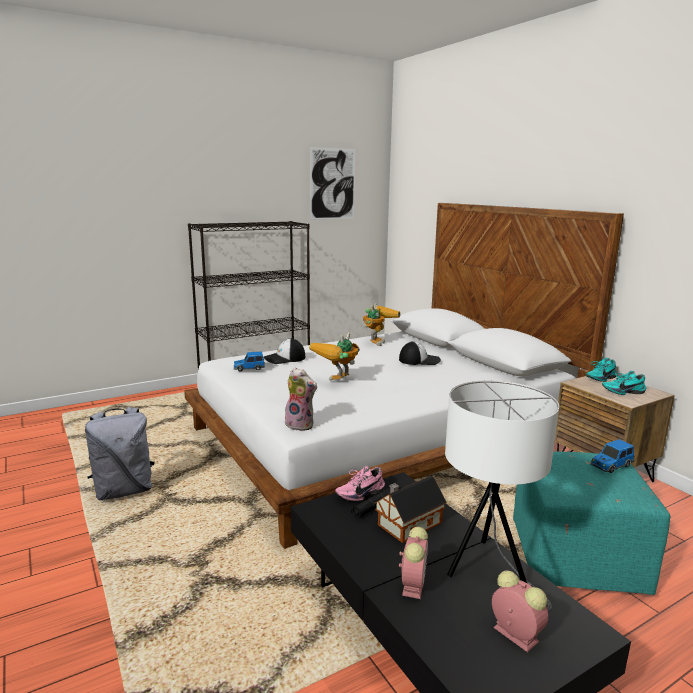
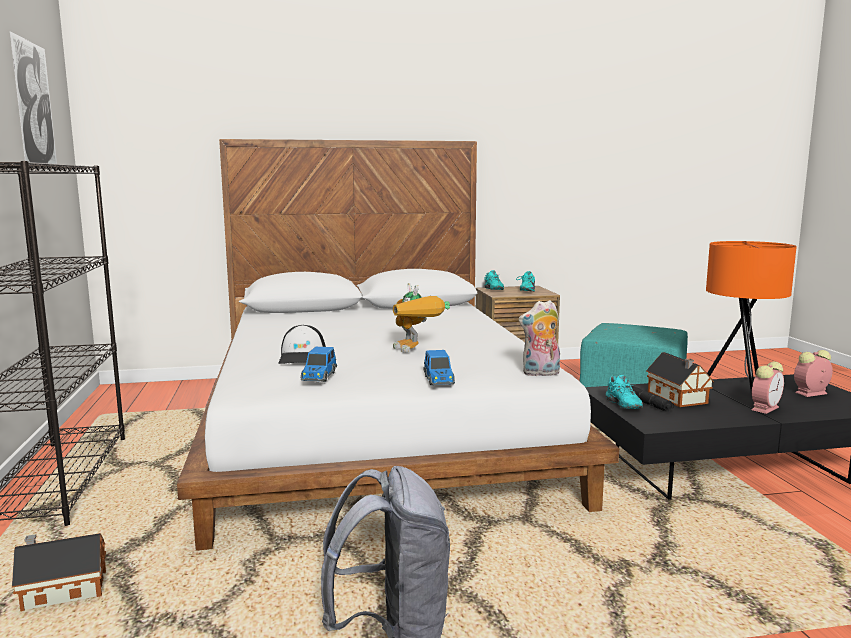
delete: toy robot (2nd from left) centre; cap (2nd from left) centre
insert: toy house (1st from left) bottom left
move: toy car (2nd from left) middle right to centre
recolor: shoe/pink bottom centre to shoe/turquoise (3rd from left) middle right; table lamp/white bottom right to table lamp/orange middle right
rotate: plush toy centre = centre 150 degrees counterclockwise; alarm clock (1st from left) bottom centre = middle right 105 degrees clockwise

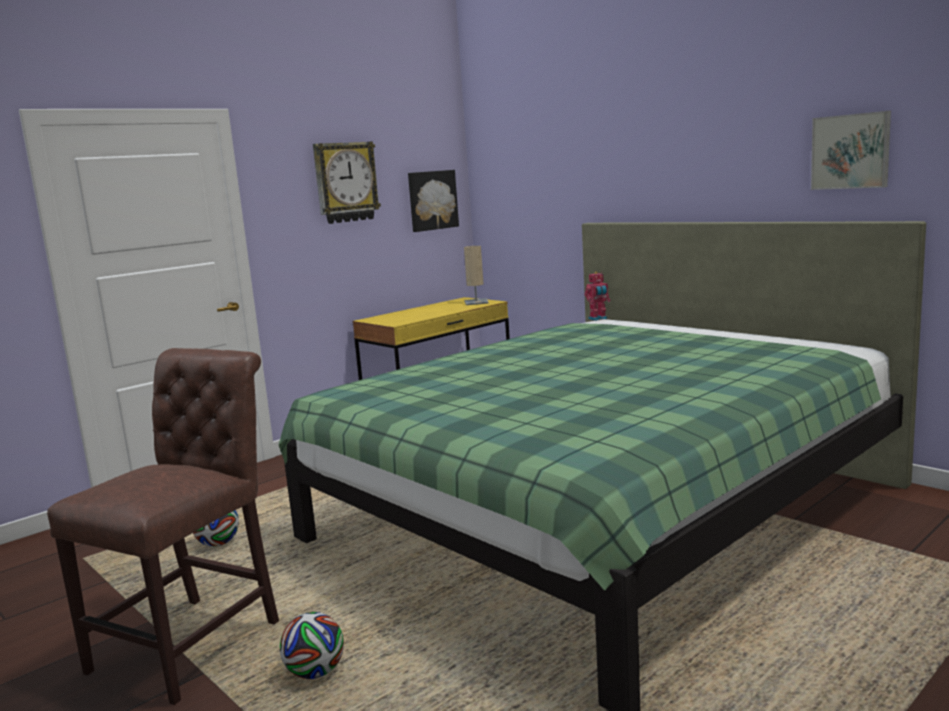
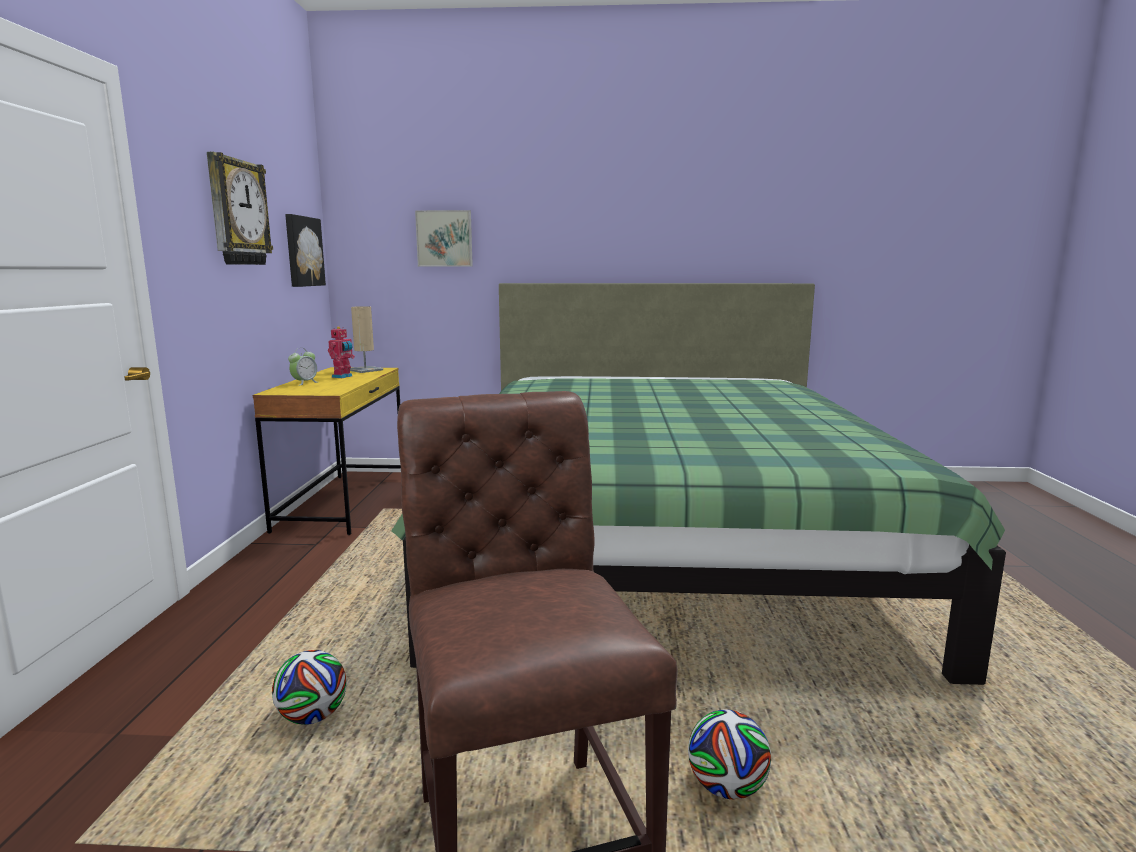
insert: alarm clock middle left
move: toy robot centre to middle left; picture (2nd from left) top right to top centre

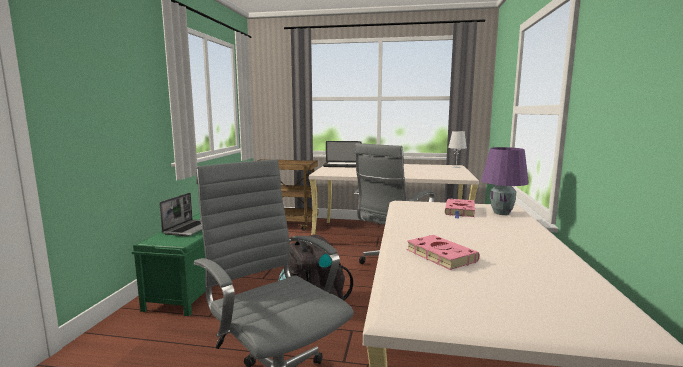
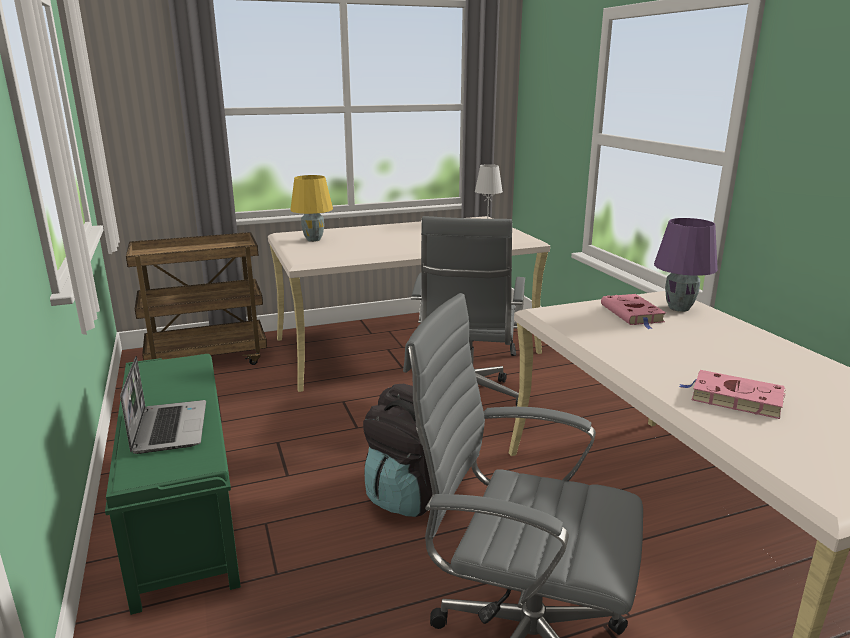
replace: laptop (2nd from left) centre to table lamp/yellow top centre

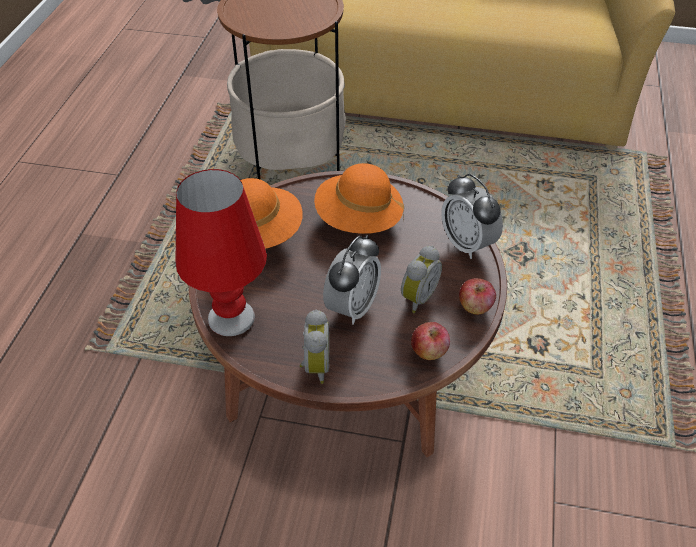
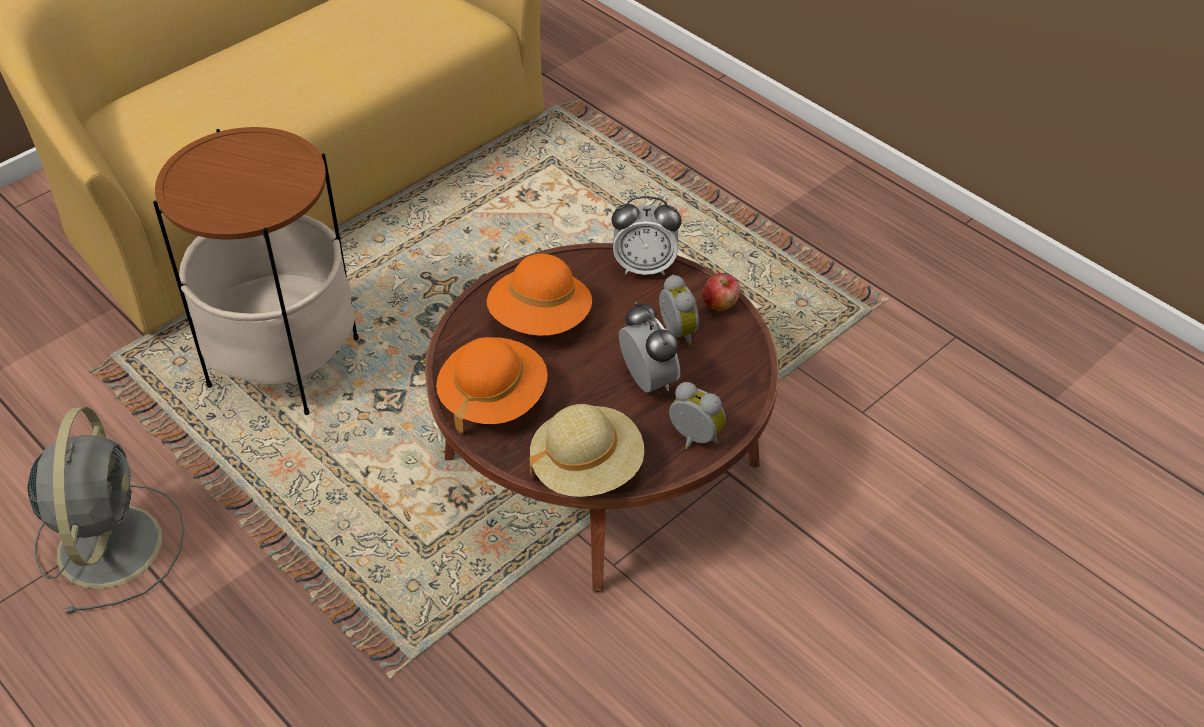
delete: apple (1st from left) centre
insert: fan/grey bottom left
replace: table lamp/red middle left to hat/beige centre

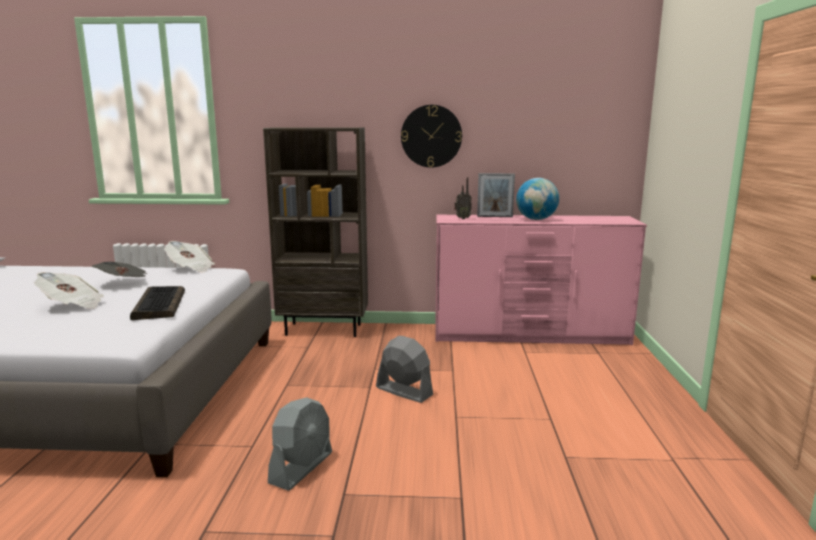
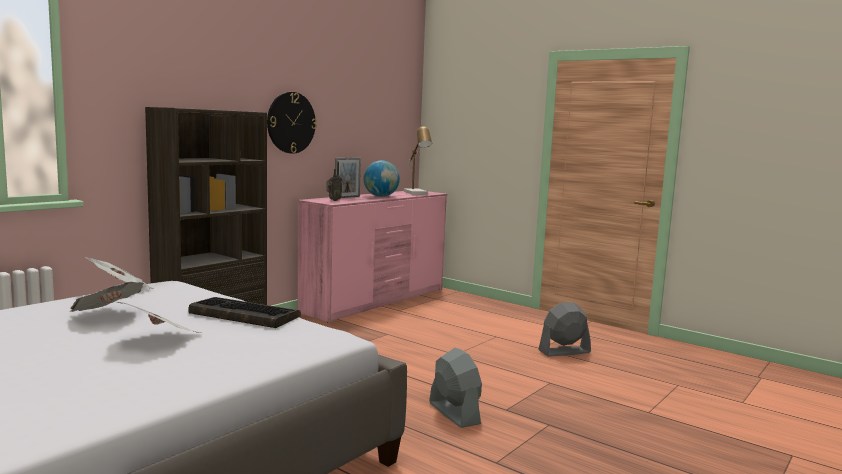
insert: table lamp centre
move: fan/grey (2nd from left) bottom centre to bottom right

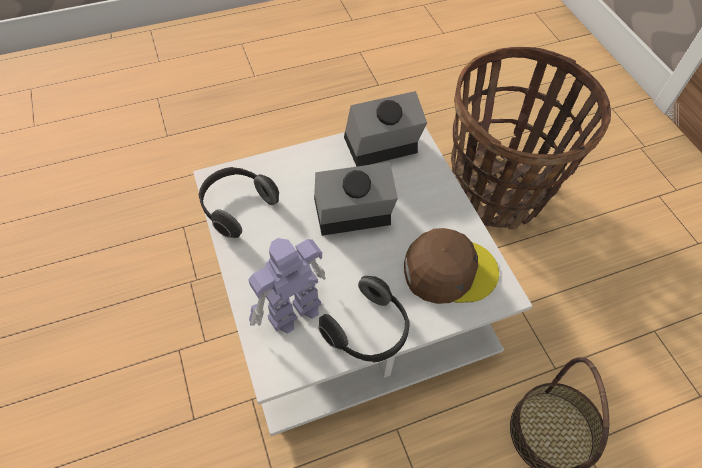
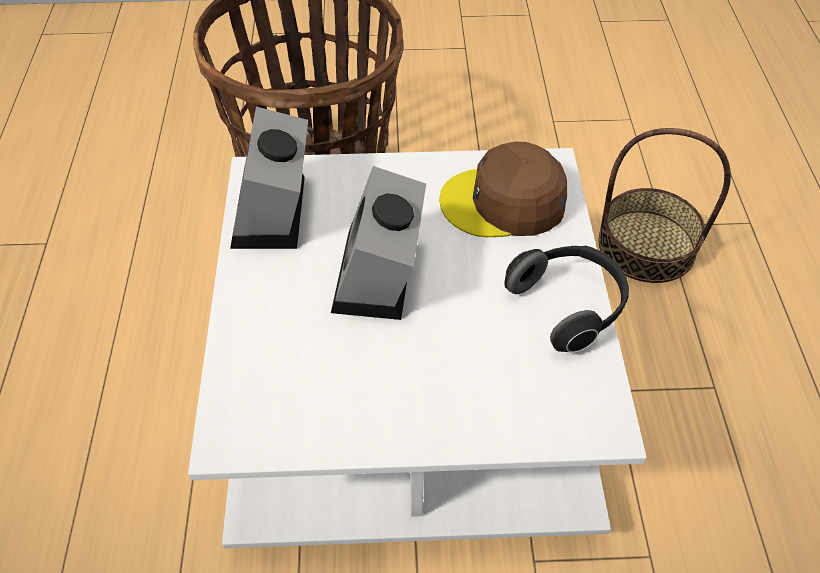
delete: headphones (1st from left) centre; toy robot centre
rotate: cap/brown centre = top centre 105 degrees counterclockwise

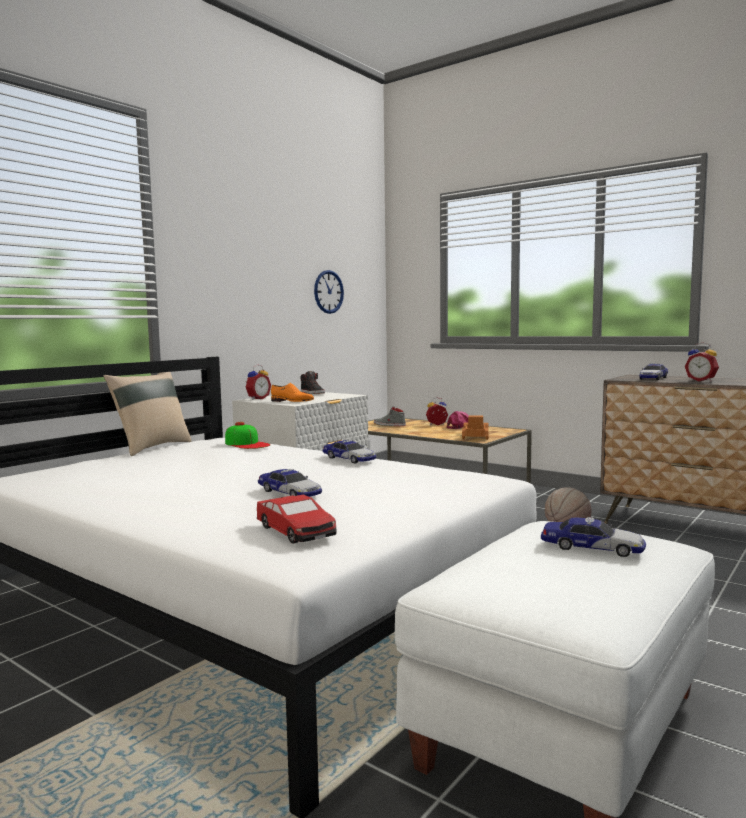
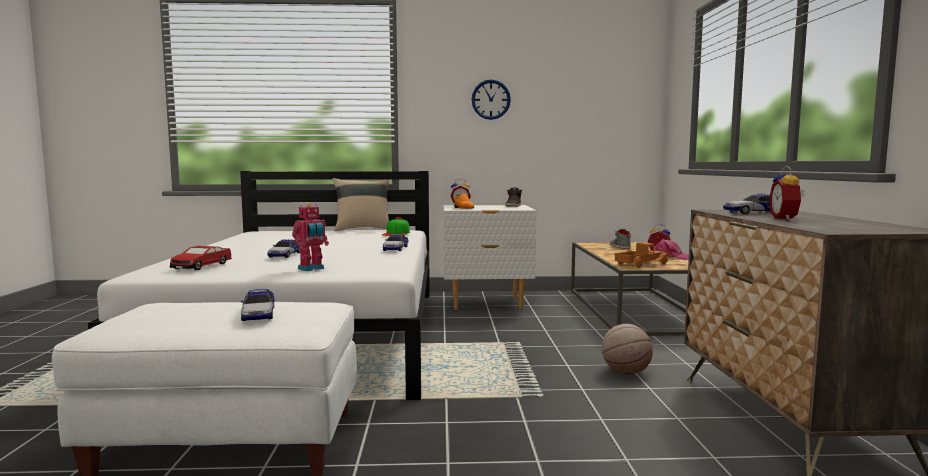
insert: toy robot centre
move: wall clock centre to top centre

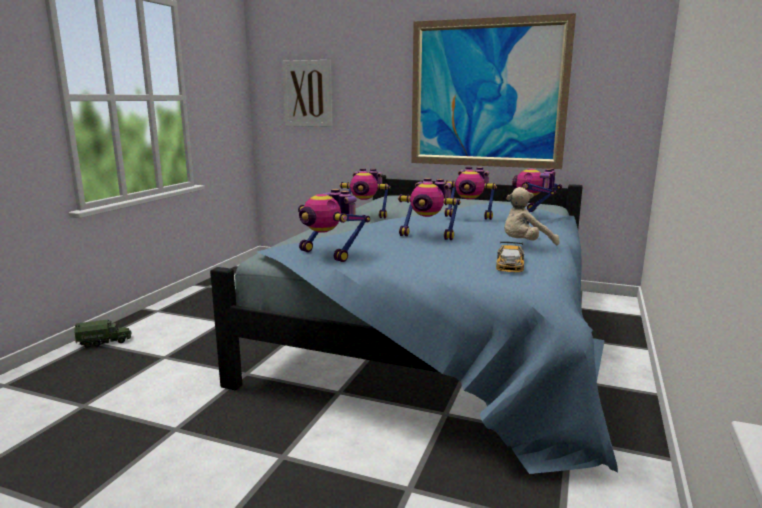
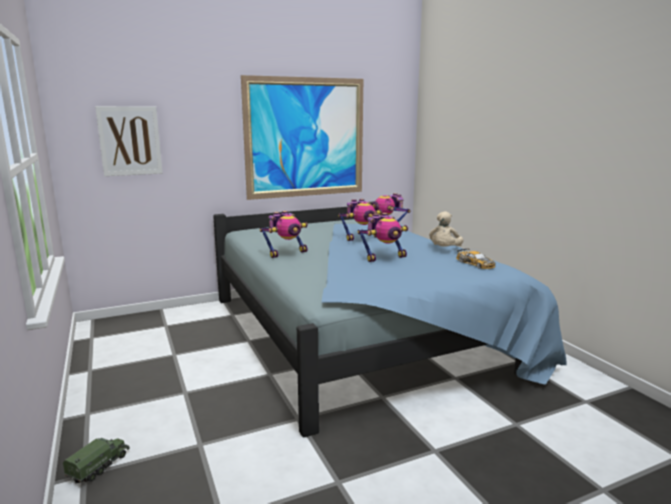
delete: toy robot (1st from left) centre

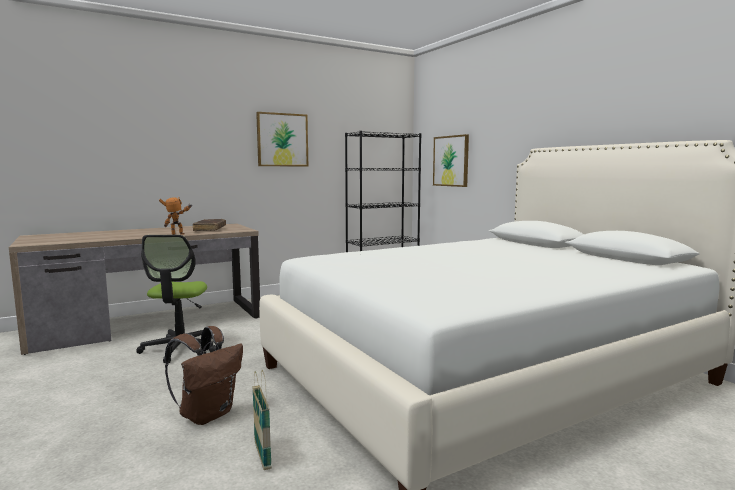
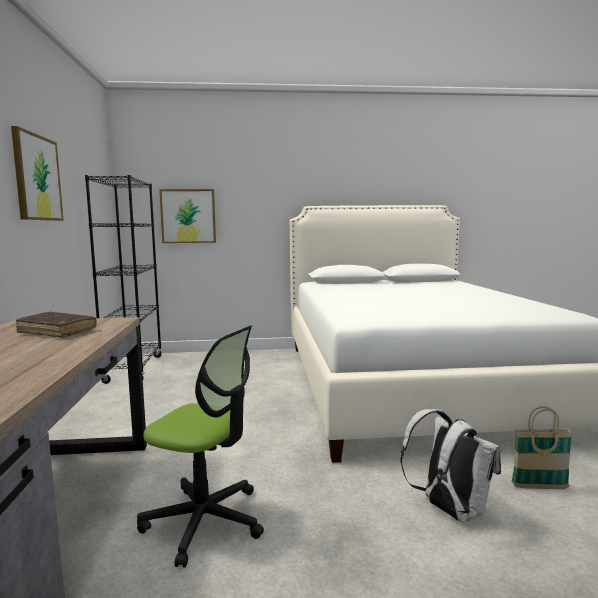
delete: toy robot middle left
recolor: backpack/brown bottom left to backpack/white bottom right

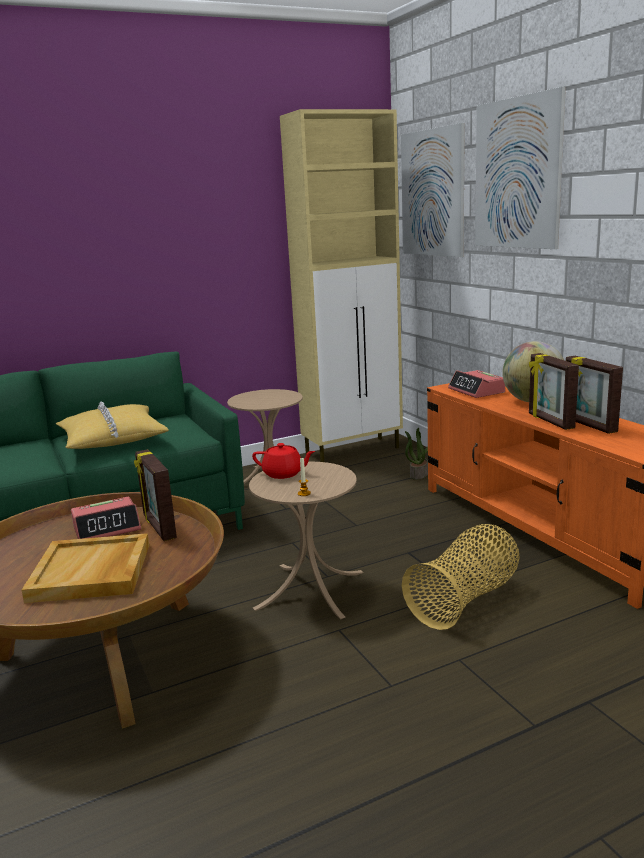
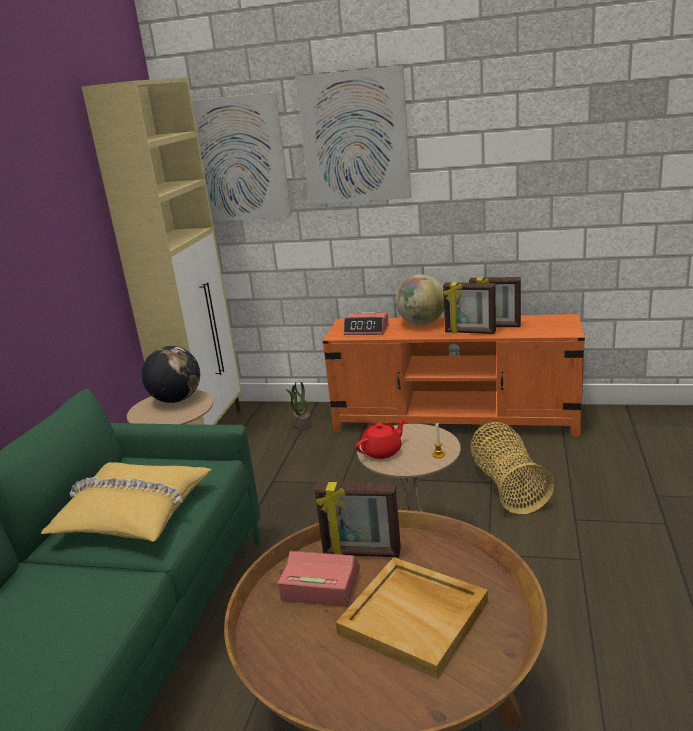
insert: globe (1st from left) middle left
rotate: alarm clock (1st from left) middle left = bottom centre 90 degrees counterclockwise

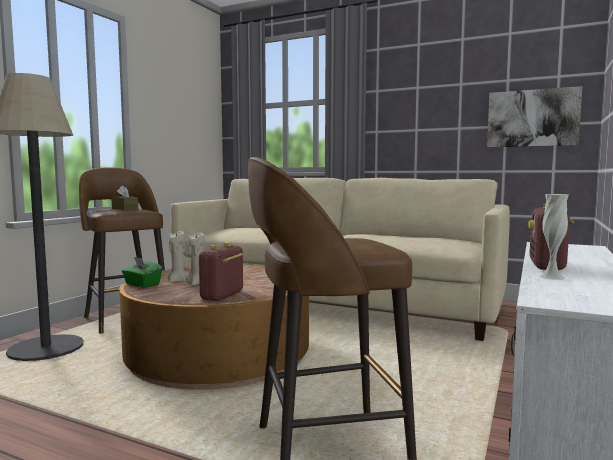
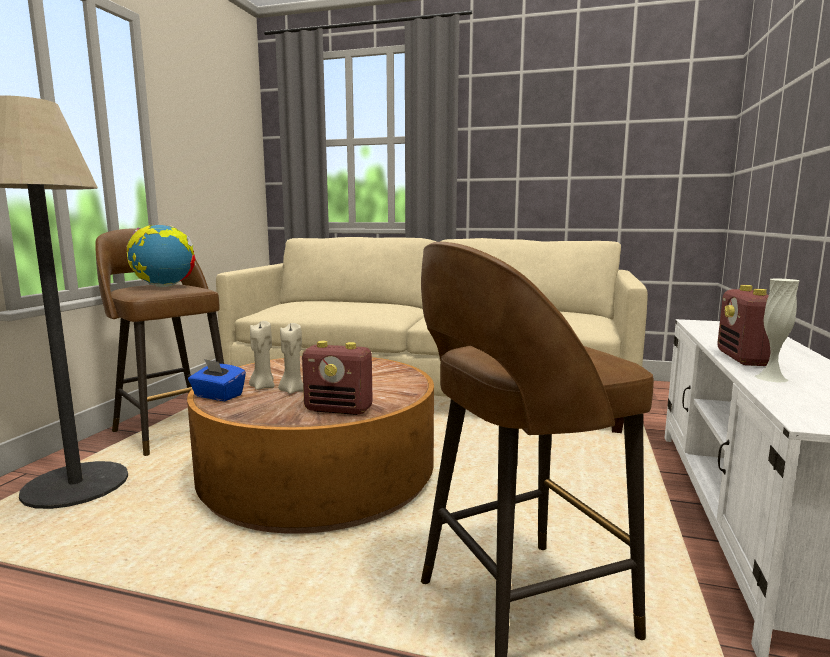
delete: picture top right
replace: tissue box/brown middle left to globe middle left
recolor: tissue box/green middle left to tissue box/blue middle left
rotate: radio (1st from left) centre = centre 90 degrees counterclockwise

